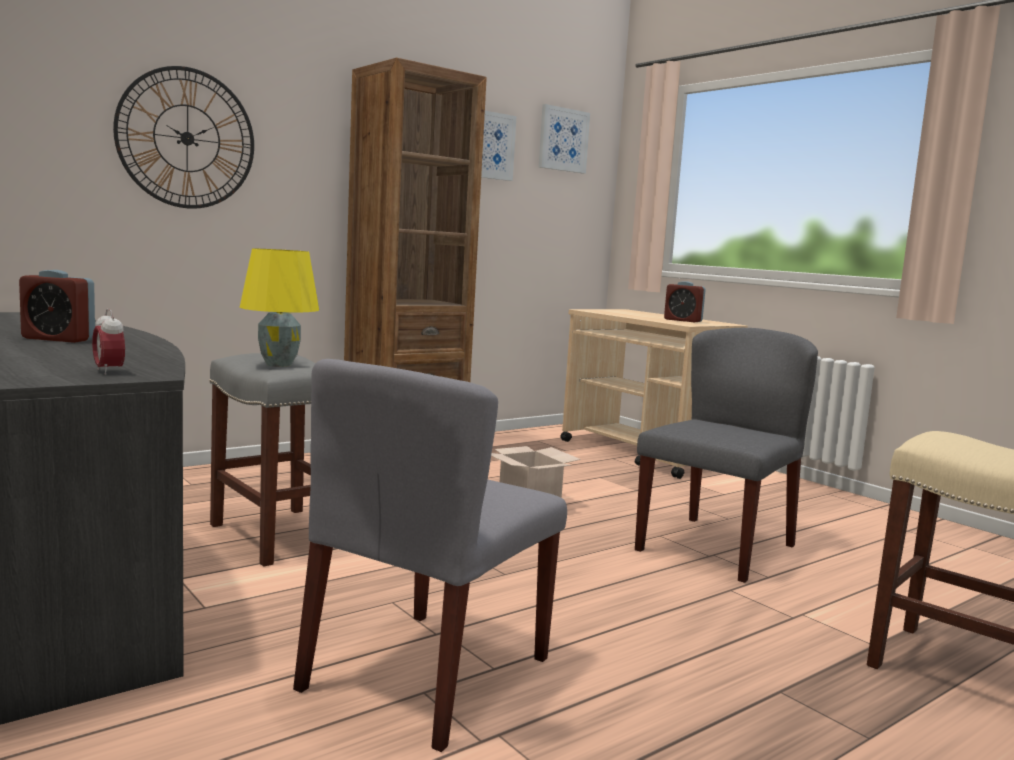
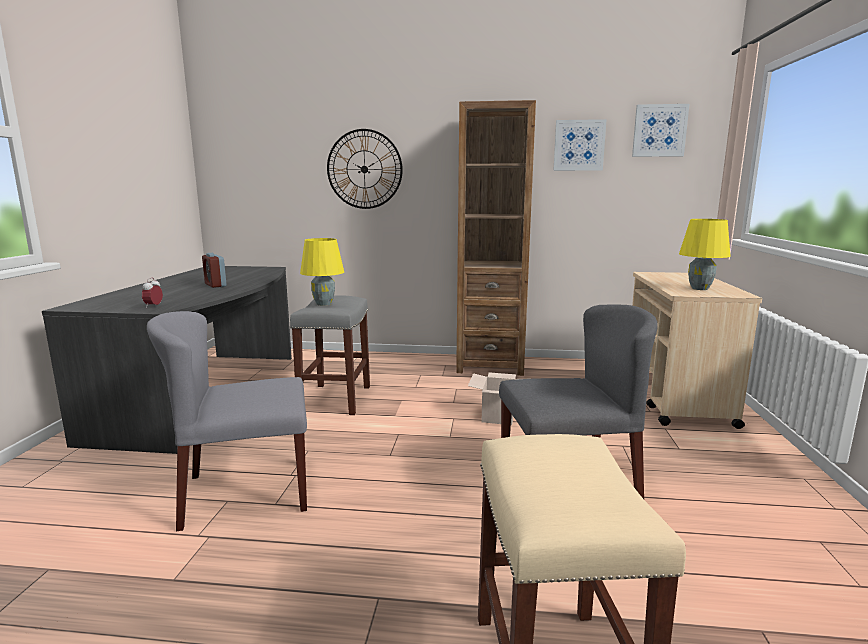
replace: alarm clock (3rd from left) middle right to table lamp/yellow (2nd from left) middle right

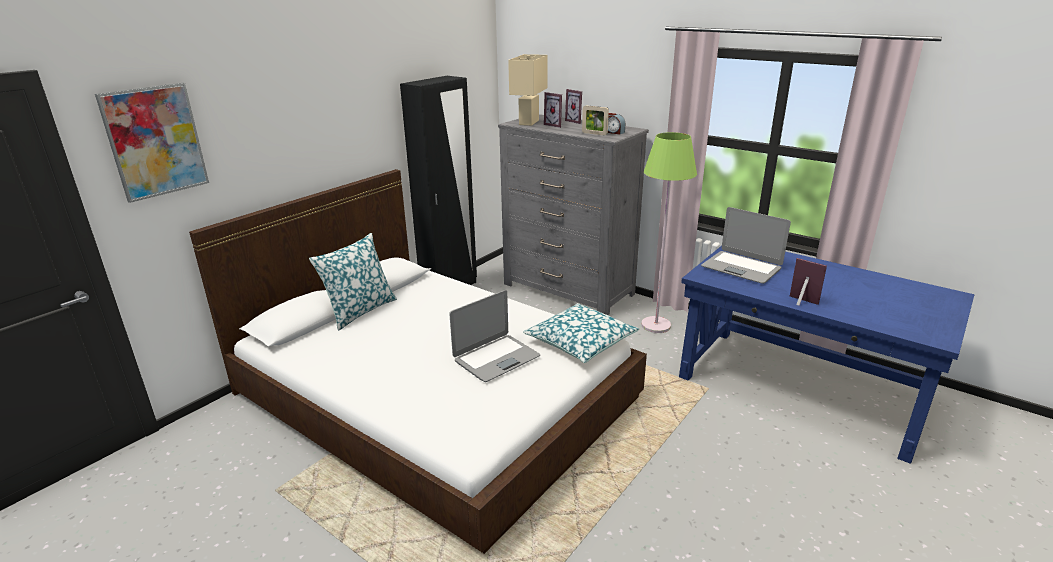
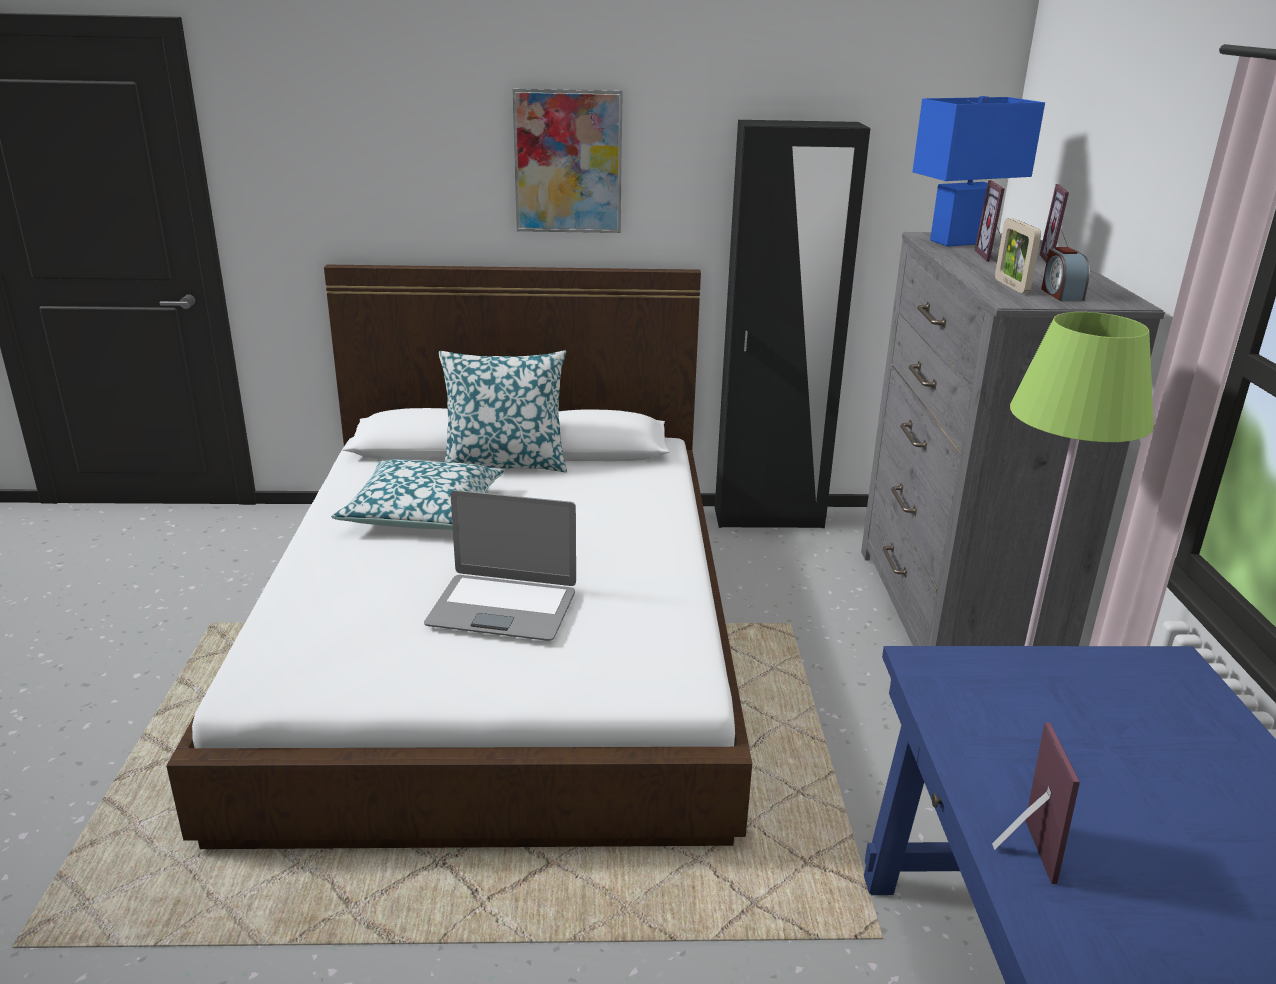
delete: laptop (2nd from left) middle right
move: picture top left to top centre; pillow (2nd from left in the first image) centre to pillow (1st from left) middle left
recolor: table lamp/beige top centre to table lamp/blue top right

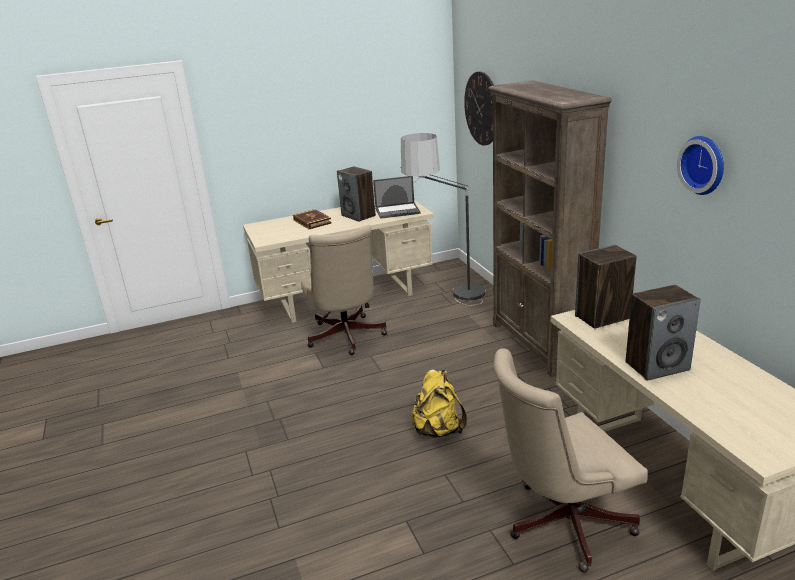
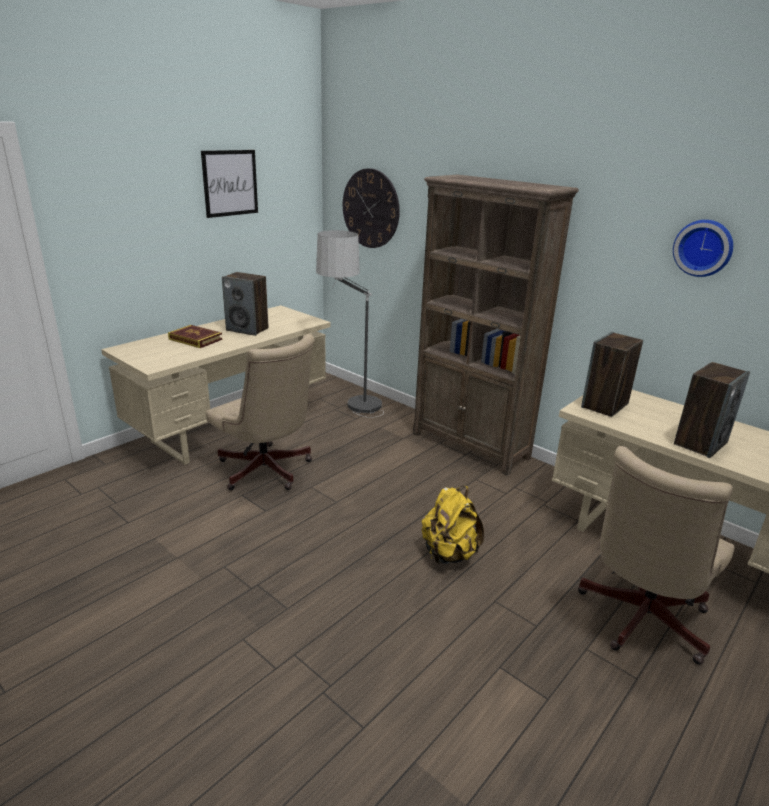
delete: laptop centre
insert: picture top left

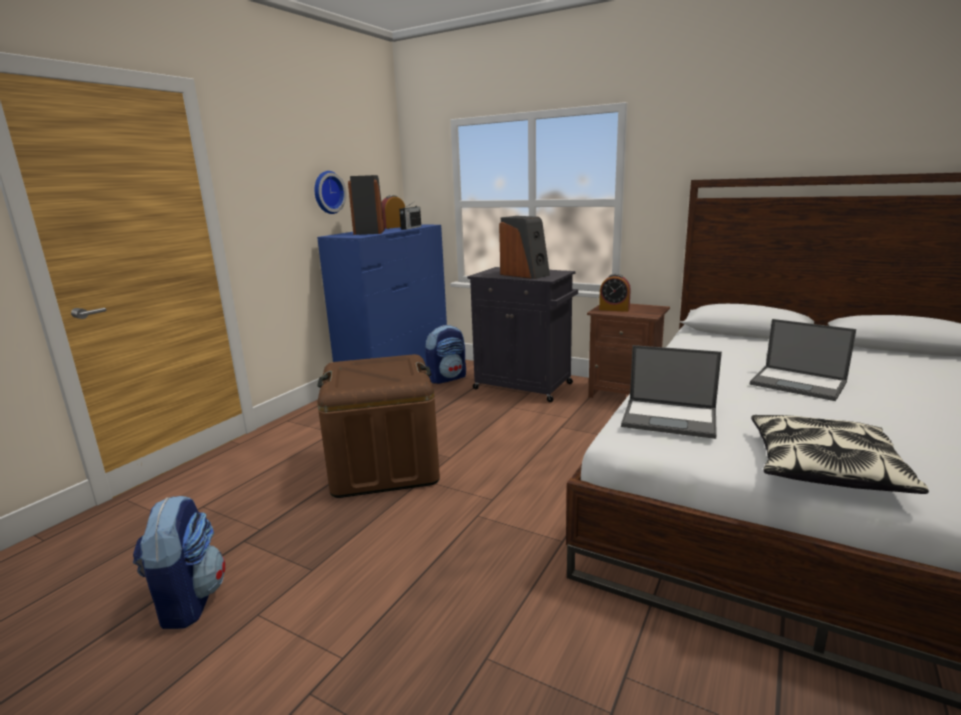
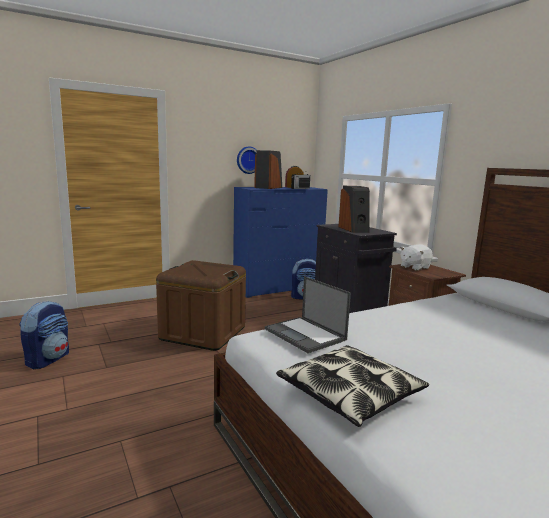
delete: laptop (2nd from left) middle right
replace: alarm clock (2nd from left) centre to plush toy/white middle right

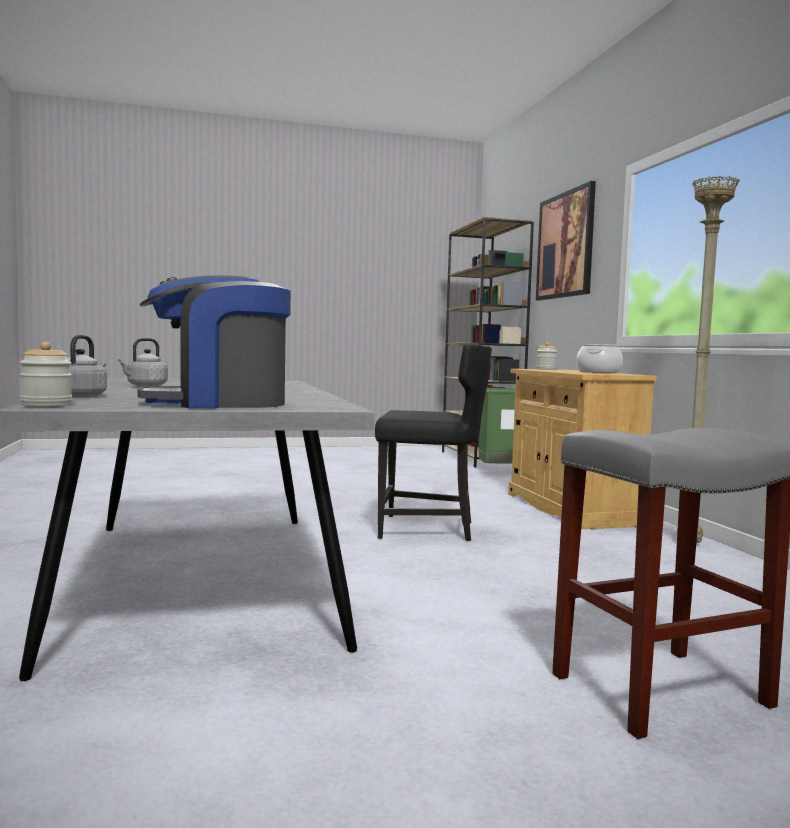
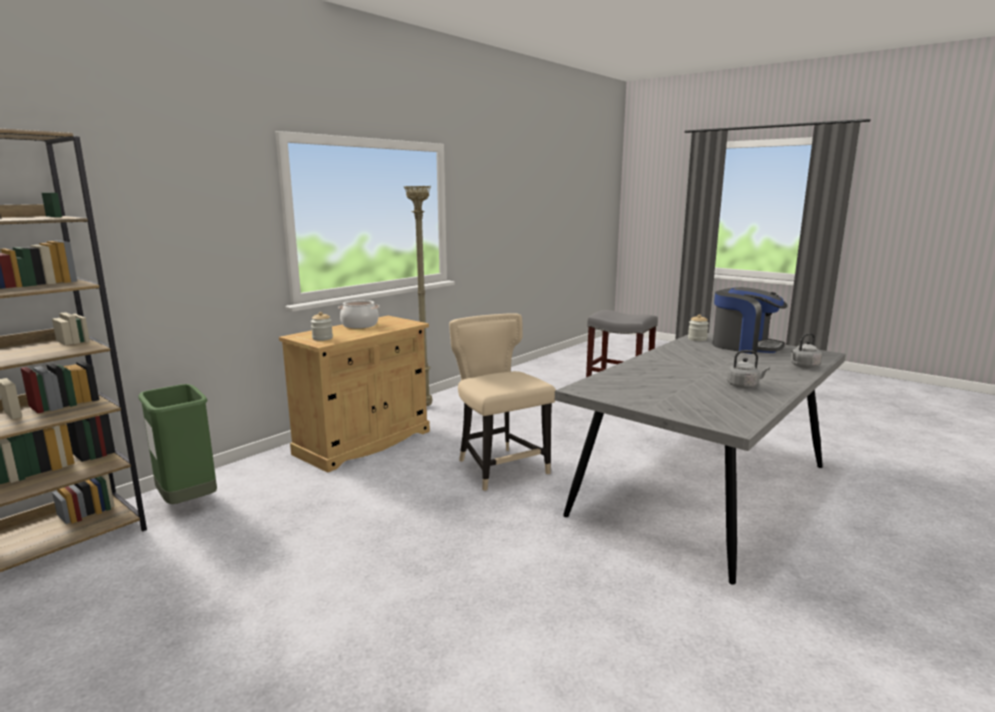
delete: picture top right
move: jar (1st from left in the first image) middle left to jar (2nd from left) middle right
recolor: chair/black centre to chair/beige centre

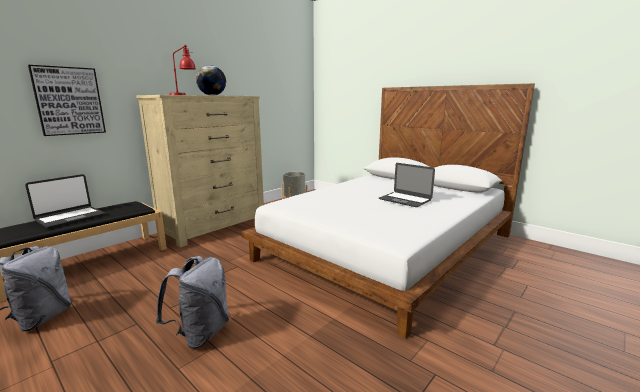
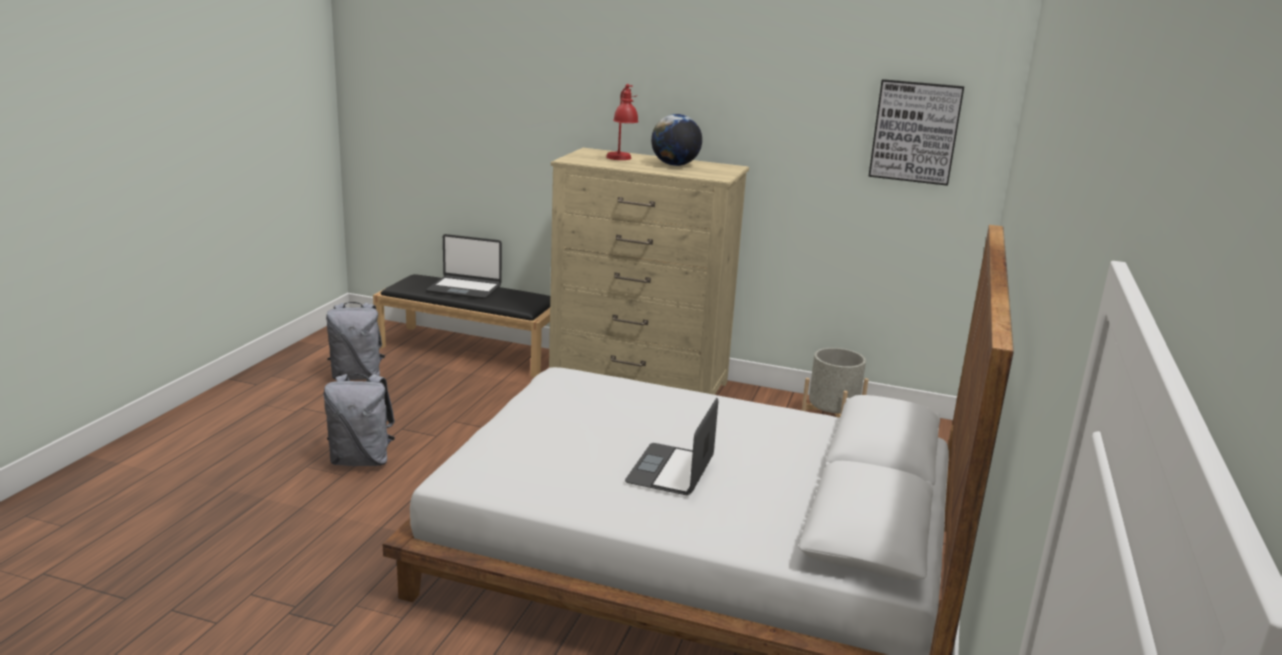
move: picture top left to top right

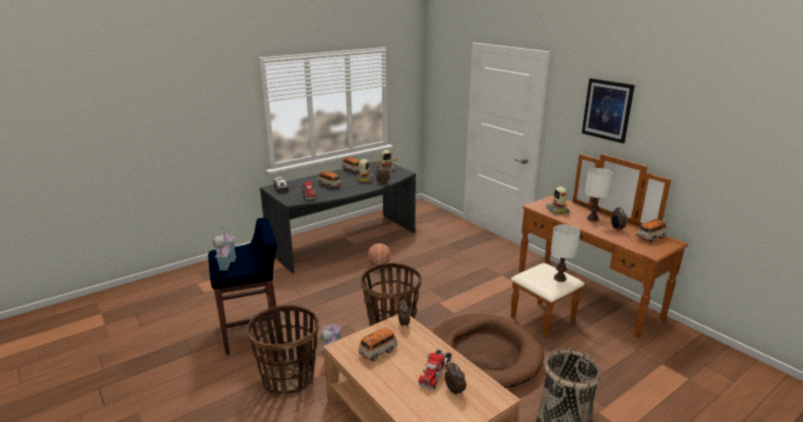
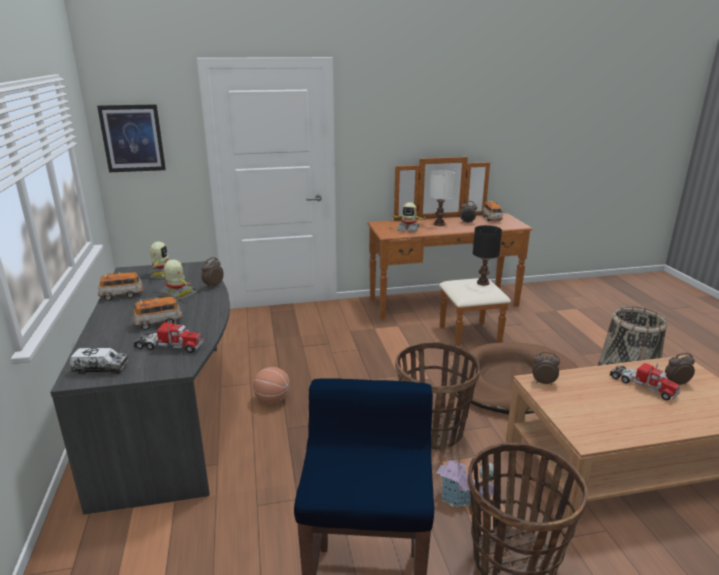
delete: toy house (1st from left) middle left; toy car (3rd from left) bottom centre
move: picture top right to top left
recolor: table lamp/white (1st from left) middle right to table lamp/black middle right

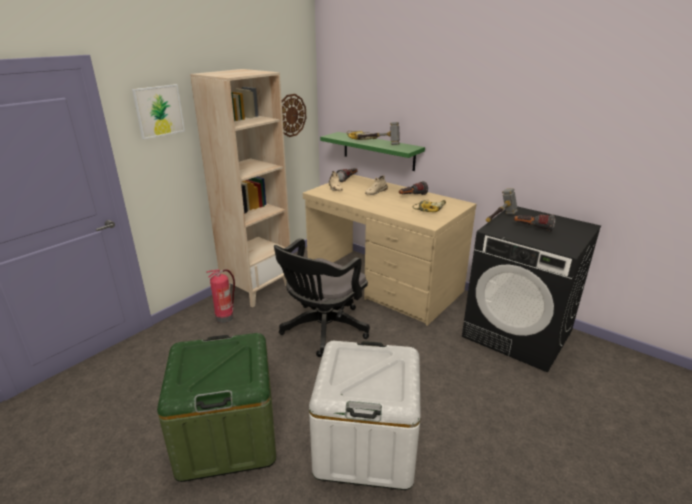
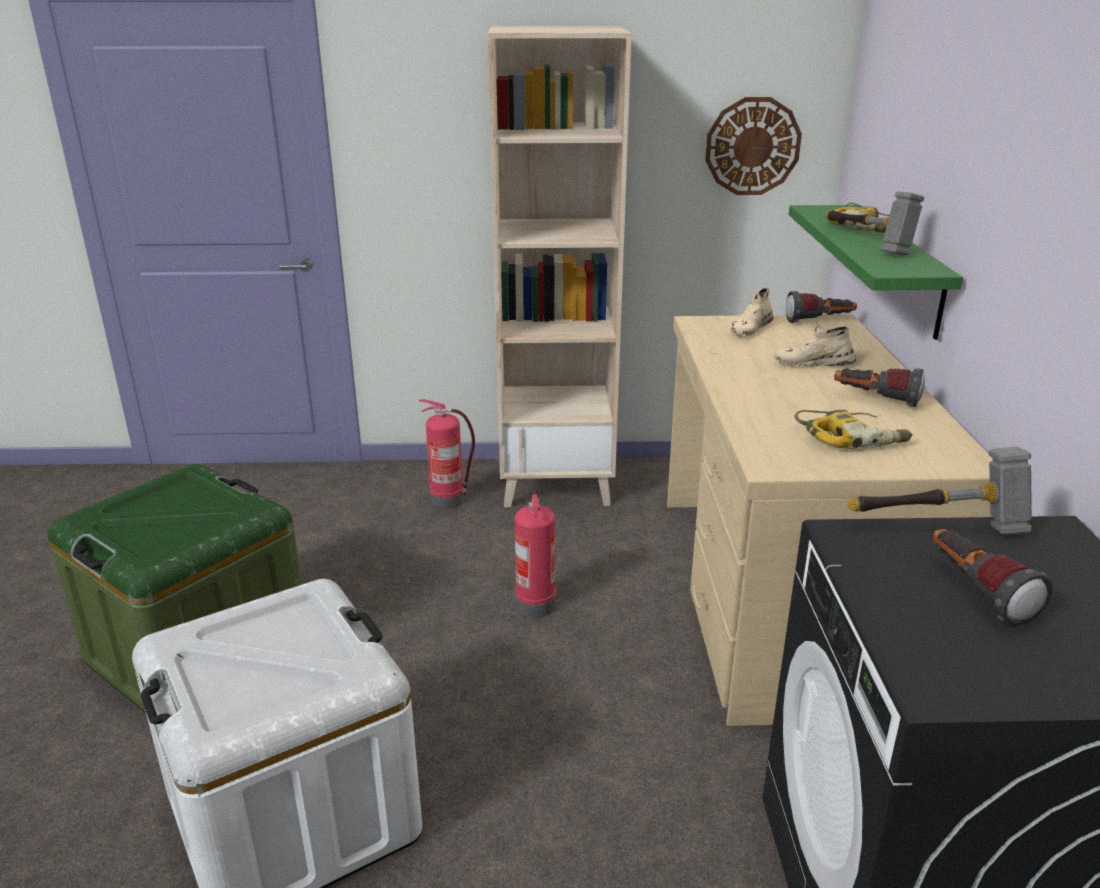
delete: picture top left
replace: office chair/black centre to fire extinguisher (2nd from left) centre

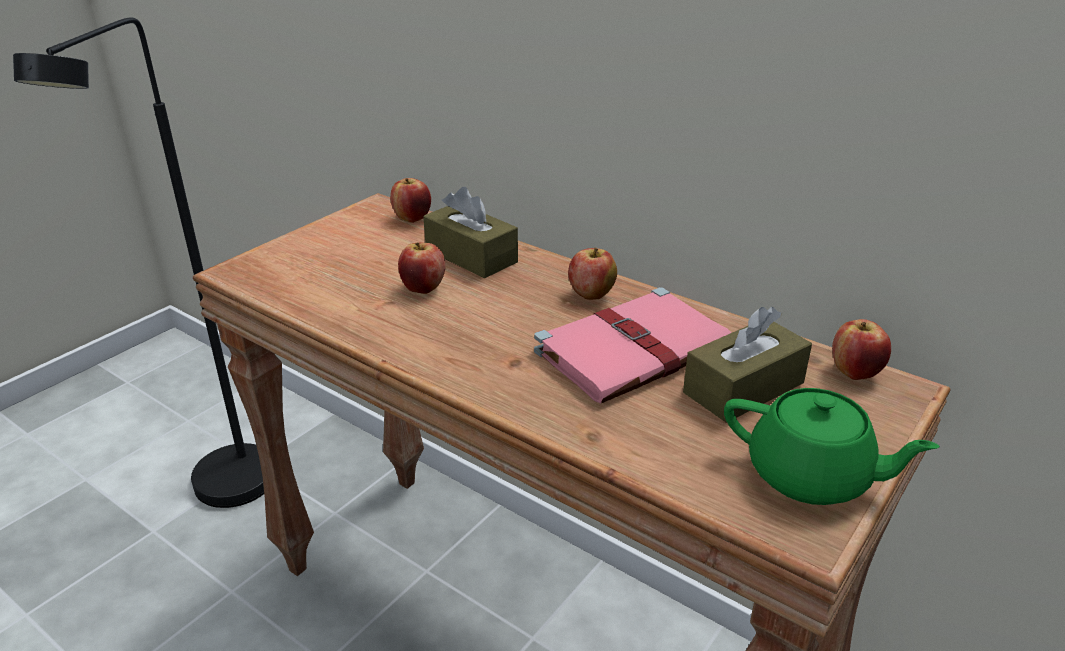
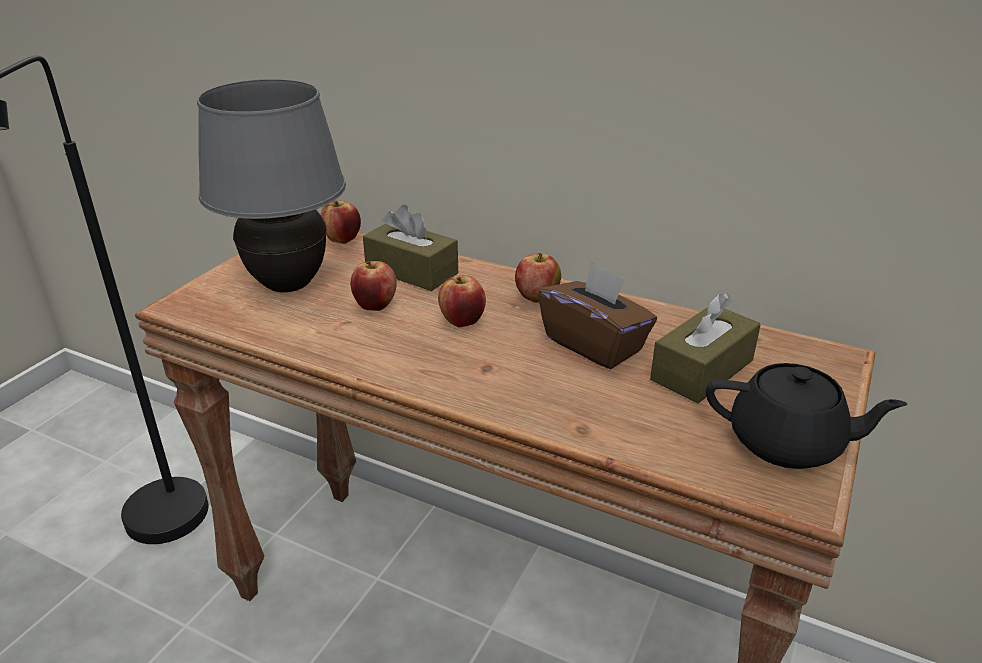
insert: table lamp/grey top left
move: apple (4th from left in the first image) middle right to apple (3rd from left) centre
replace: book/pink centre to tissue box/brown (2nd from left) centre
recolor: teapot/green bottom right to teapot/black middle right

